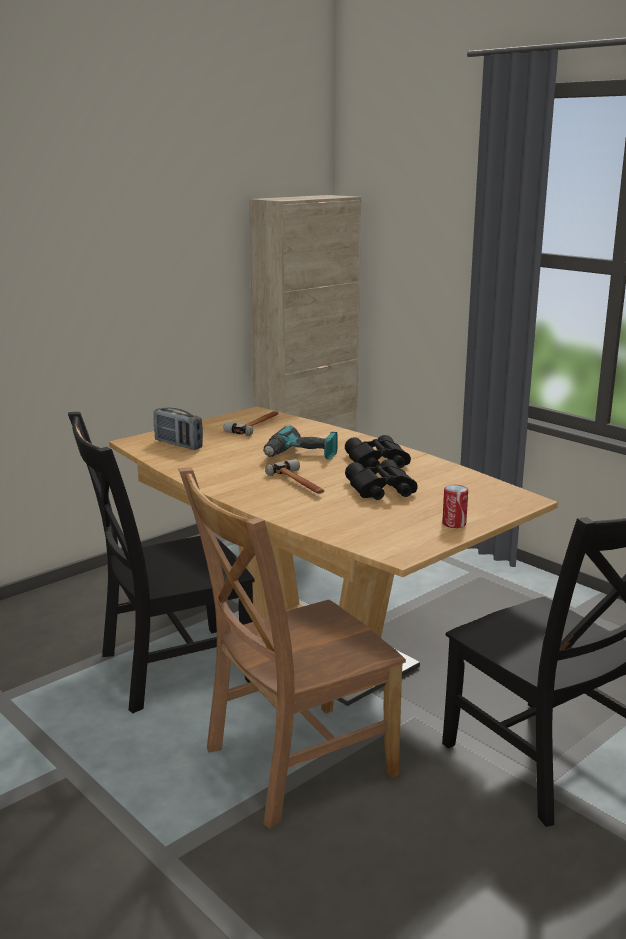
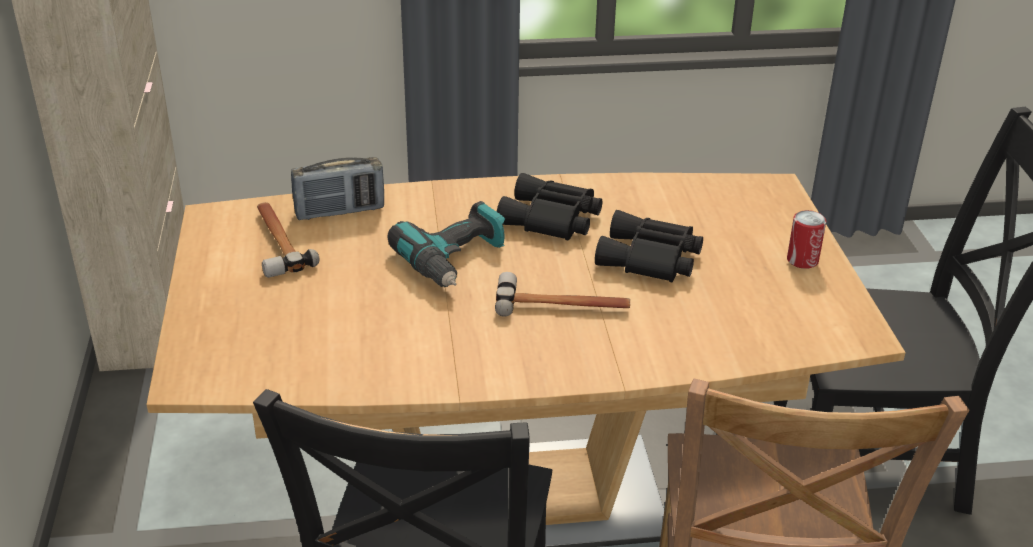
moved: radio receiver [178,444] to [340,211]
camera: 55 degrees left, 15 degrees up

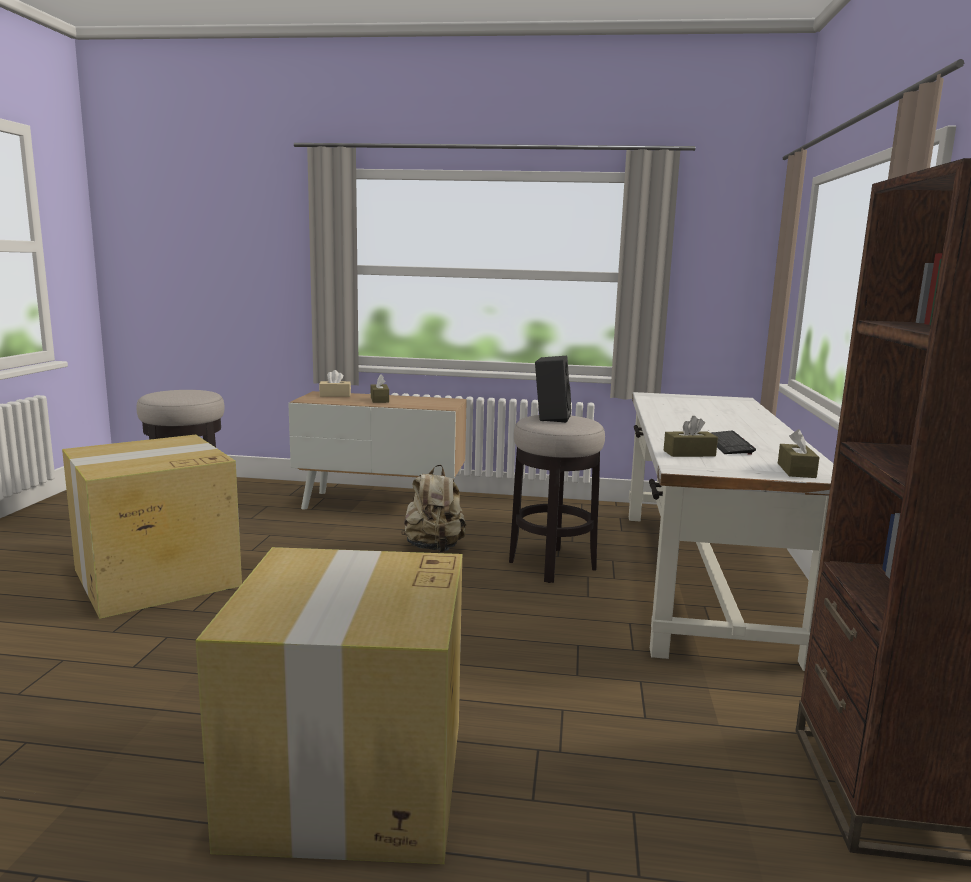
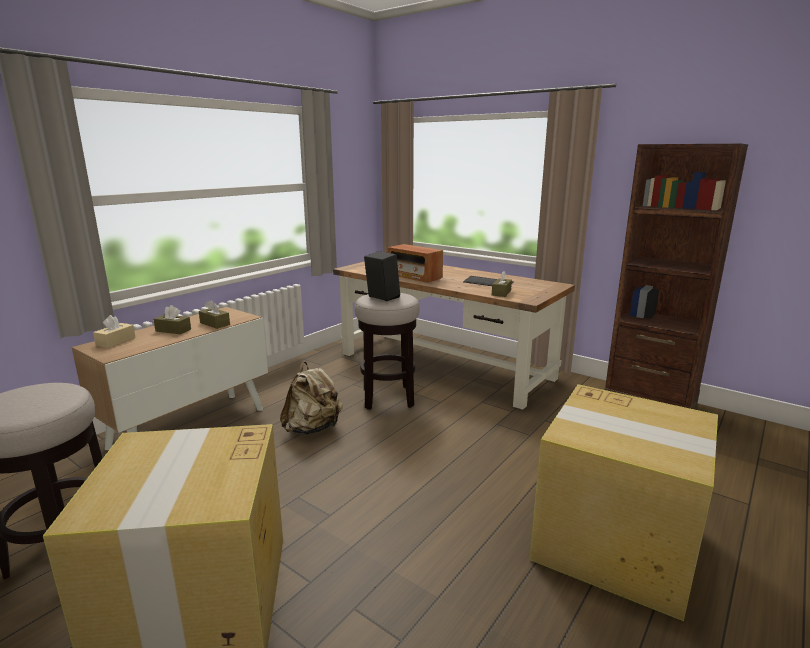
added: radio receiver [414,277]
moved: brown-coloured box of tissues [796,470] to [215,324]
recoloured: white desk table [703,577] to brown-coloured desk table [445,365]
camera: 60 degrees left, 5 degrees up

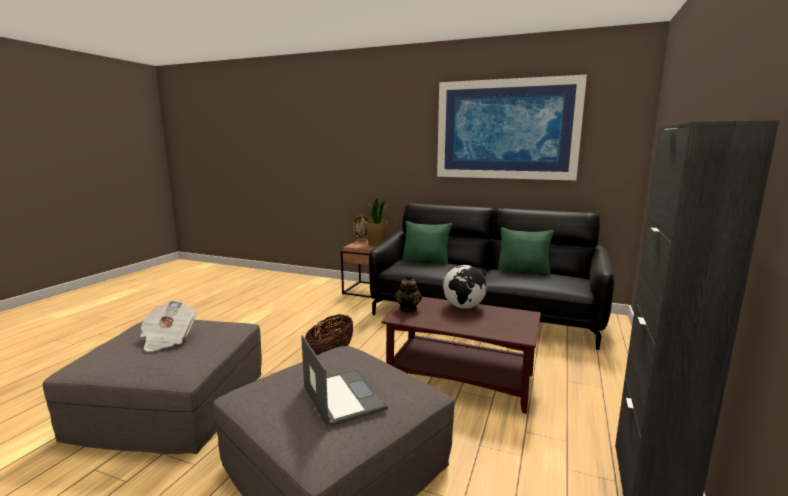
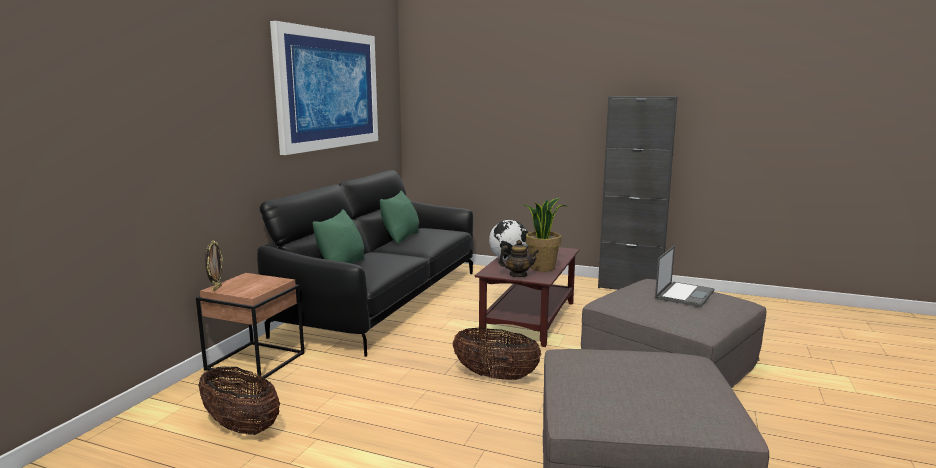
removed: daily paper [168,339]
added: basket [241,426]
moved: potted plant [377,244] to [542,267]
turned: laptop [342,396] = [684,294] 150 degrees clockwise
camera: 90 degrees left, 0 degrees up

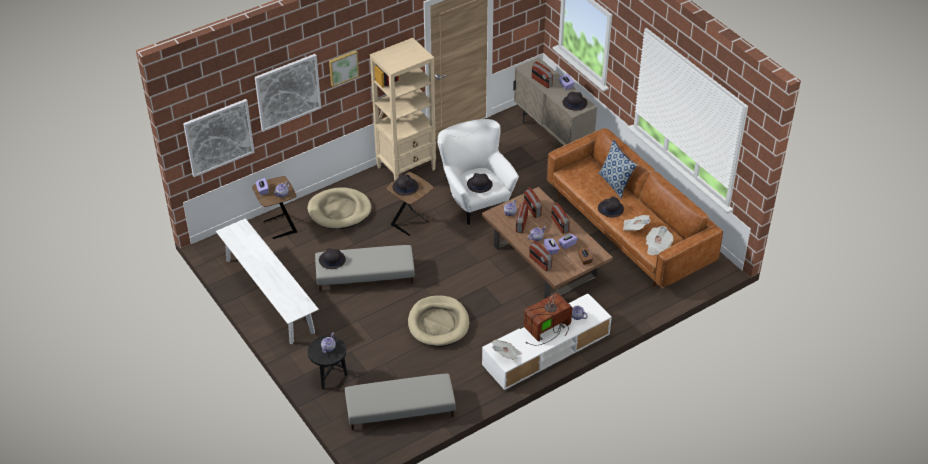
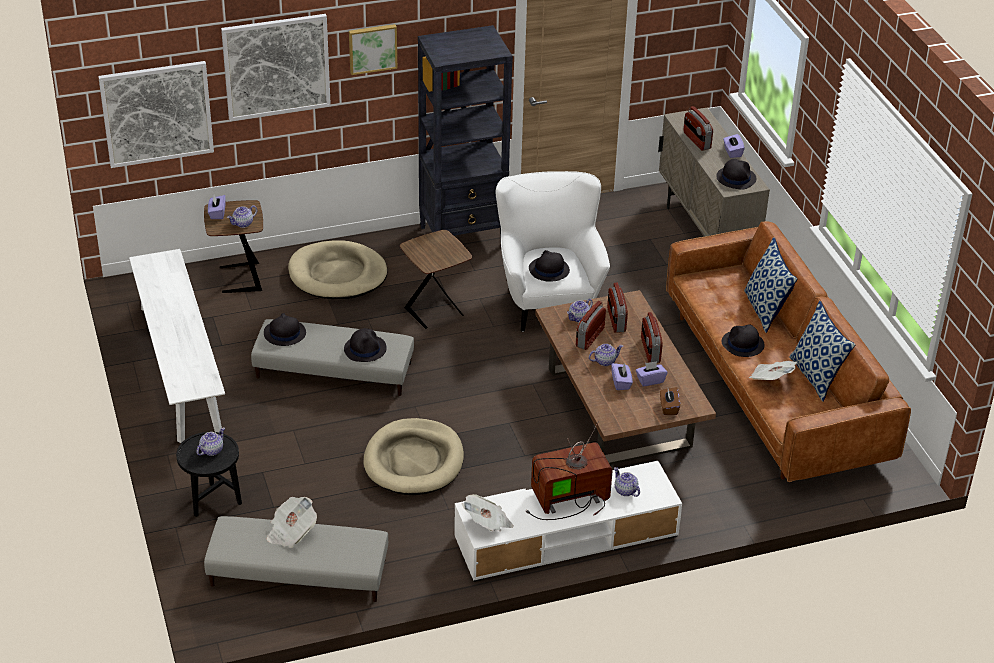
removed: radio receiver [540,262]
added: throw pillow [816,377]
moved: daily paper [657,247] to [291,532]; black wearable hat [405,187] to [365,349]
recoloured: beige-coloured bookshelf [406,168] to black bookshelf [463,236]
camera: 15 degrees right, 5 degrees down

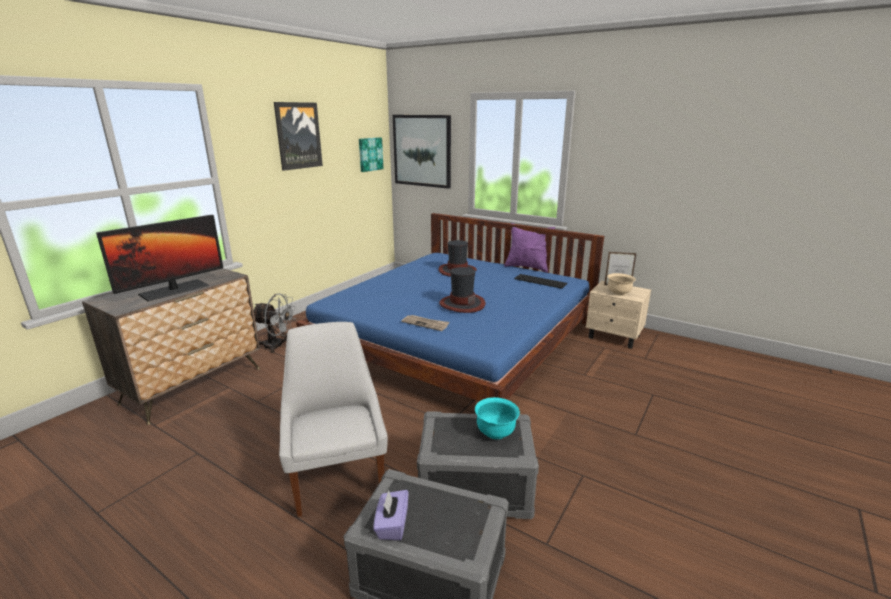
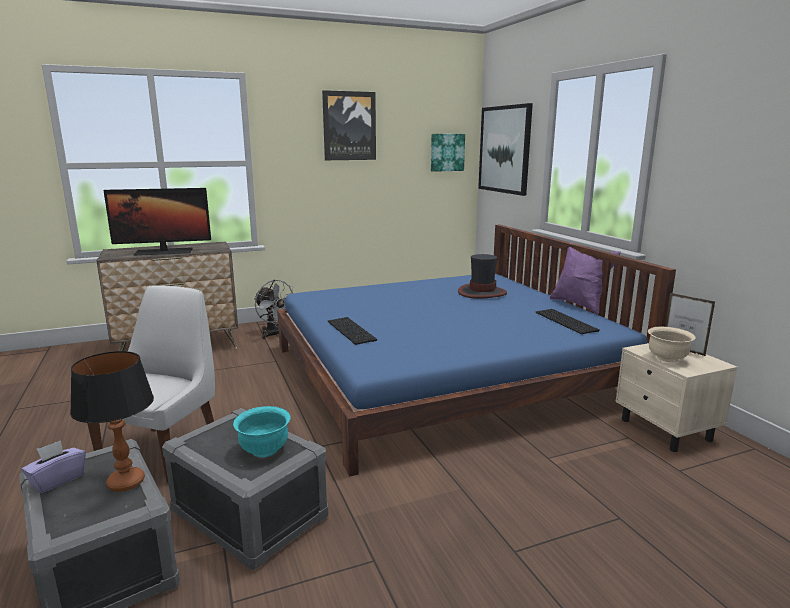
removed: wearable hat [462,304]
added: table lamp [125,482]
replaced: daily paper [425,324] to PC keyboard [352,330]
camera: 35 degrees right, 5 degrees down

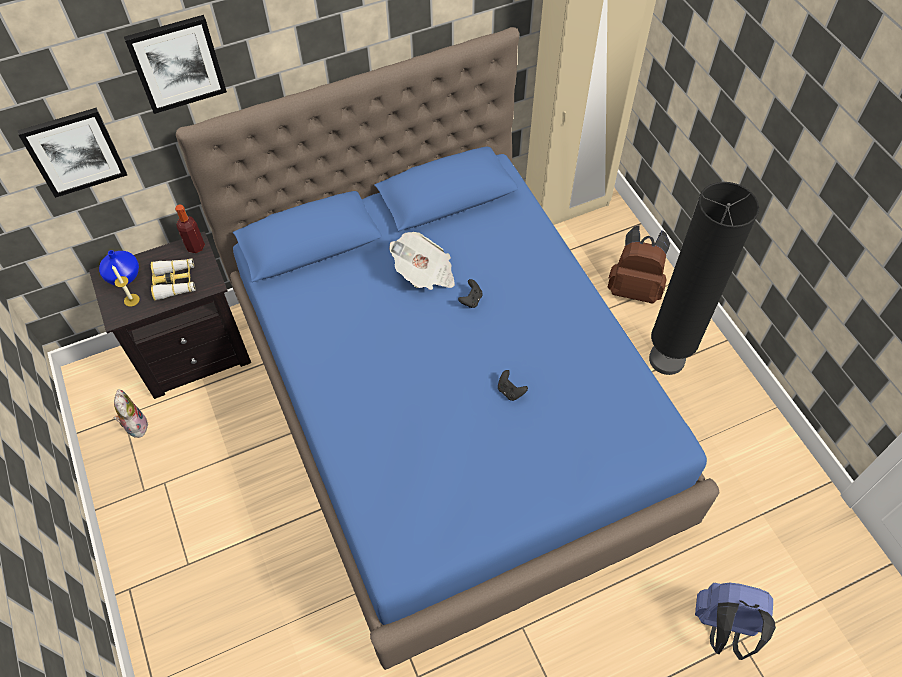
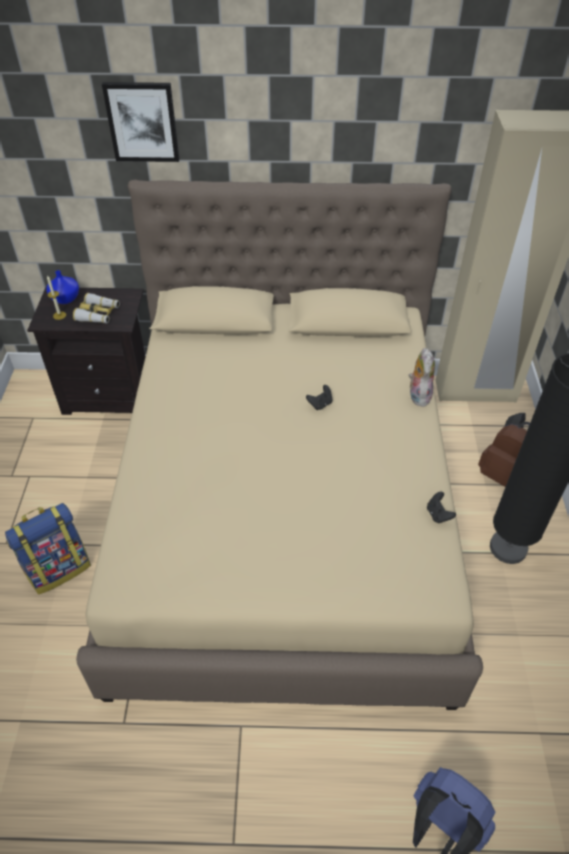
removed: picture [74,151]; bottle [195,246]; daily paper [424,273]
added: rucksack [58,568]
moved: soft toy [135,425] to [418,395]; black gamepad [510,391] to [438,514]
recoloured: bluish bedroom bed [451,408] to beige-coloured bedroom bed [285,511]
camera: 25 degrees right, 10 degrees down

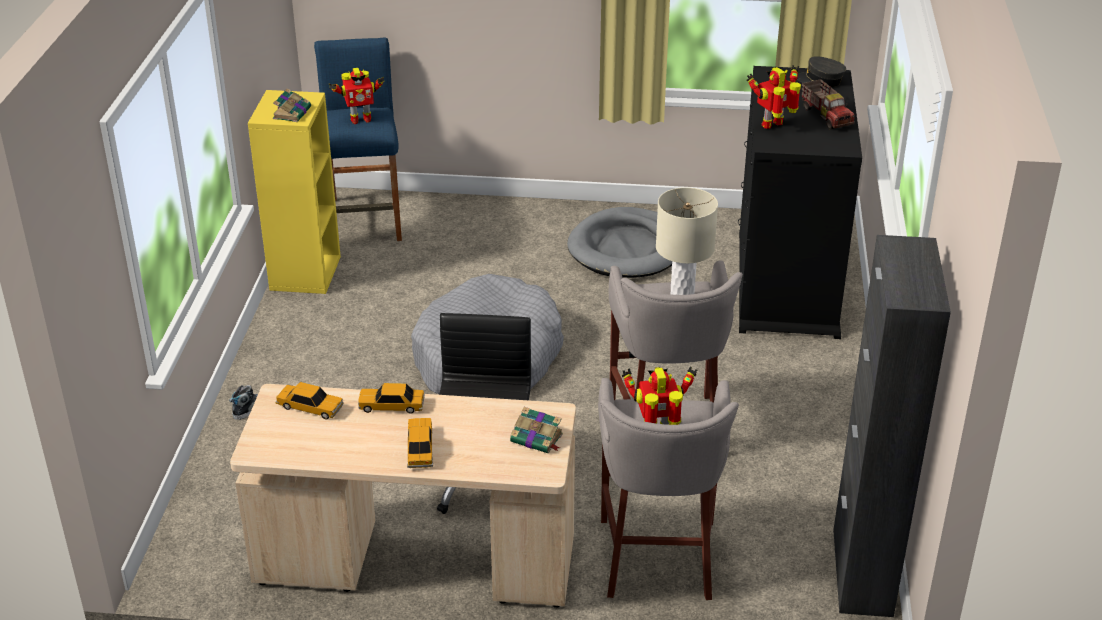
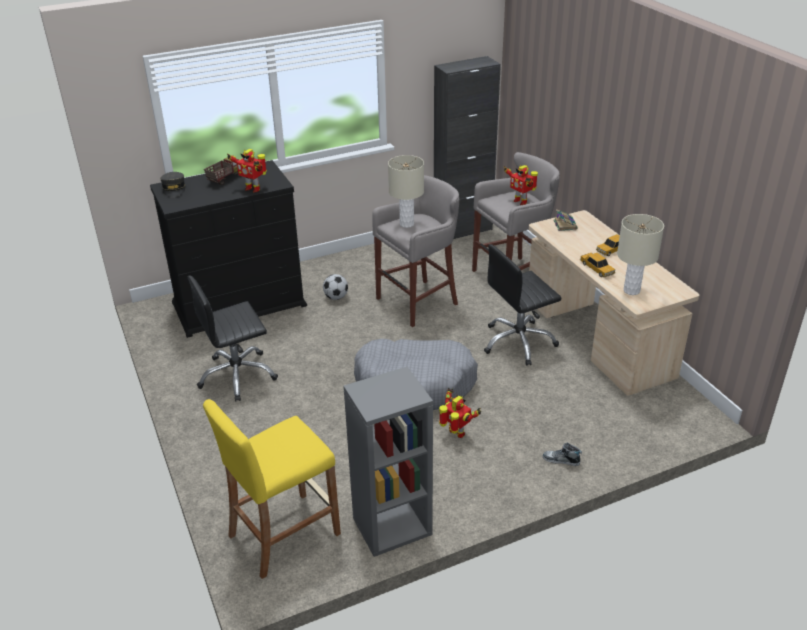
removed: volume [292,112]
added: football [336,297]
moved: robot figure [360,119] to [456,434]
replaced: grey pet bed [628,248] to black computer chair [237,376]; miniature car [310,407] to beige-coloured table lamp [631,291]
recoloured: bluish stool [366,219] to yellowish stool [284,534]; yellowish bookshelf [305,272] to grey bookshelf [391,527]
camera: 120 degrees left, 0 degrees up

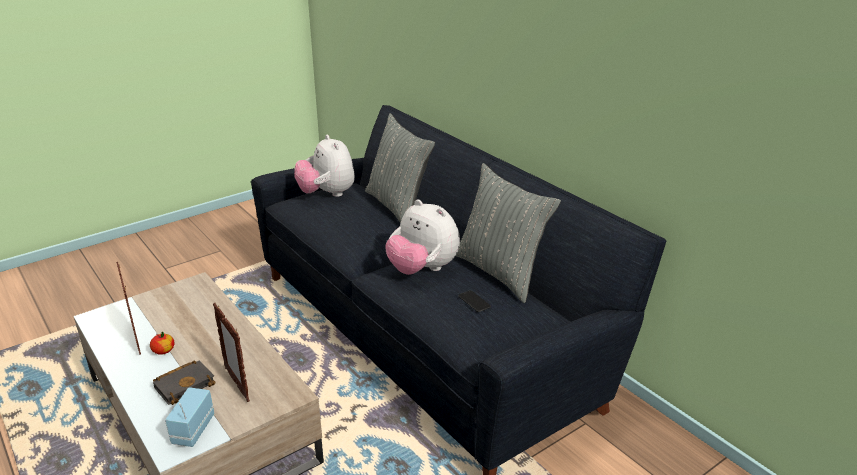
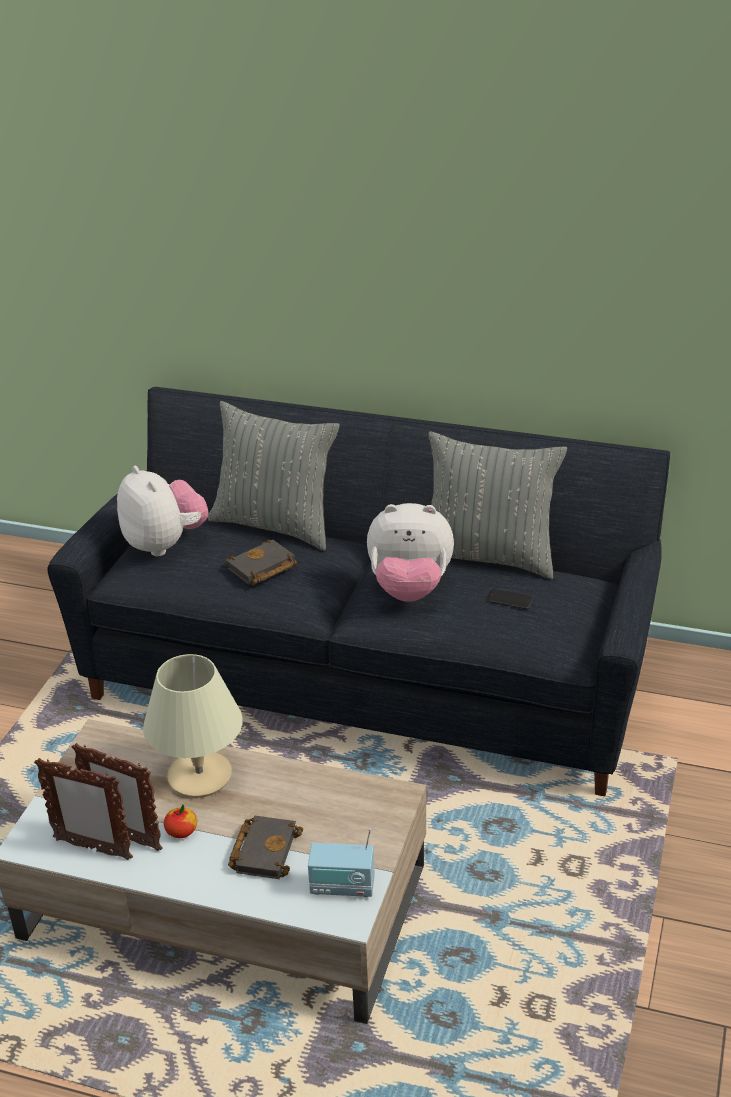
added: beige-coloured table lamp [199,777]; black volume [261,568]
moved: picture frame [237,384] to [92,849]
turned: soft toy [327,194] = [165,544] 150 degrees counterclockwise; radio receiver [193,430] = [342,887] 60 degrees counterclockwise
camera: 35 degrees left, 5 degrees up

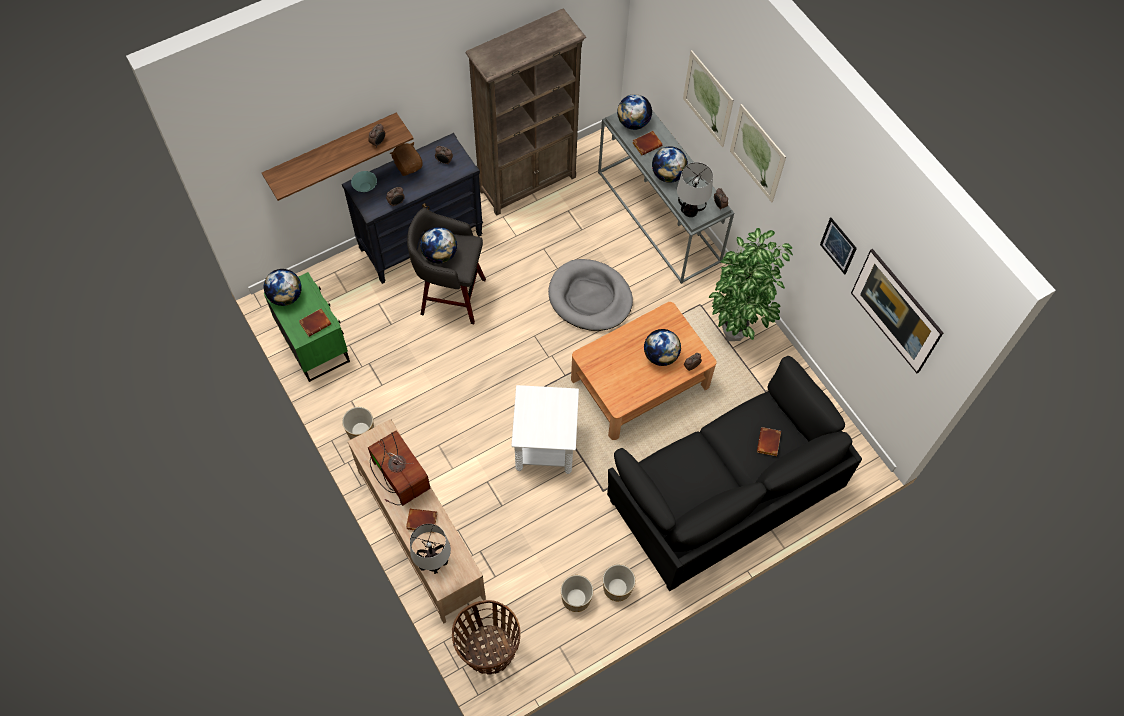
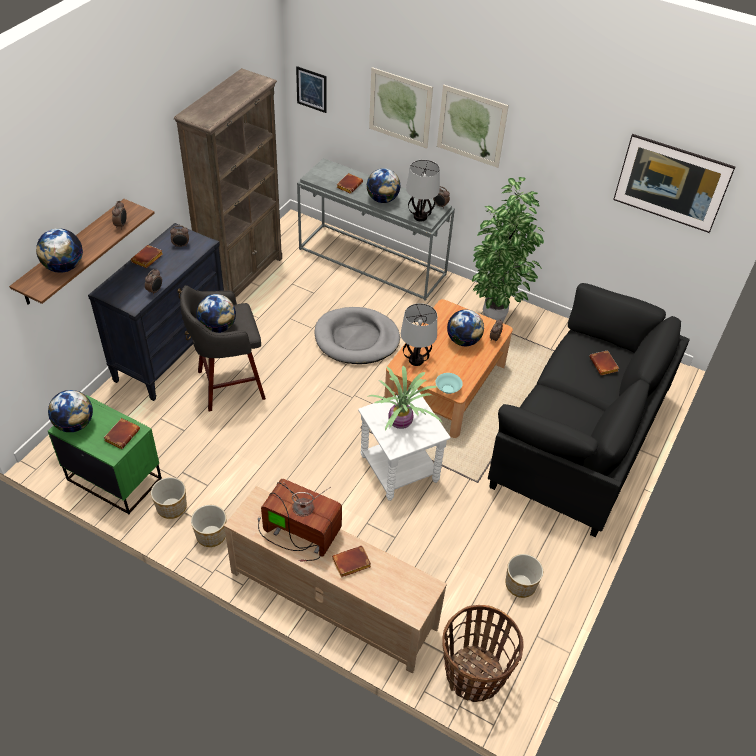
added: potted plant [401,423]
moved: world globe [633,123] to [64,267]; plant pot [617,587] to [171,507]; picture [838,246] to [311,89]; table lamp [433,563] to [416,360]; turquoise serving bowl [365,186] to [447,389]
replaced: brown-coloured soft toy [408,165] to brown-coloured volume [147,259]
camera: 30 degrees left, 15 degrees down

